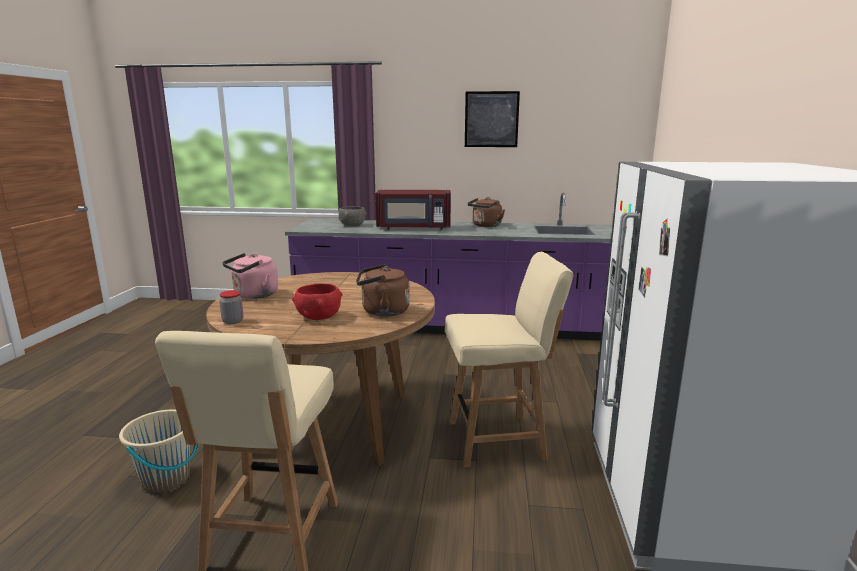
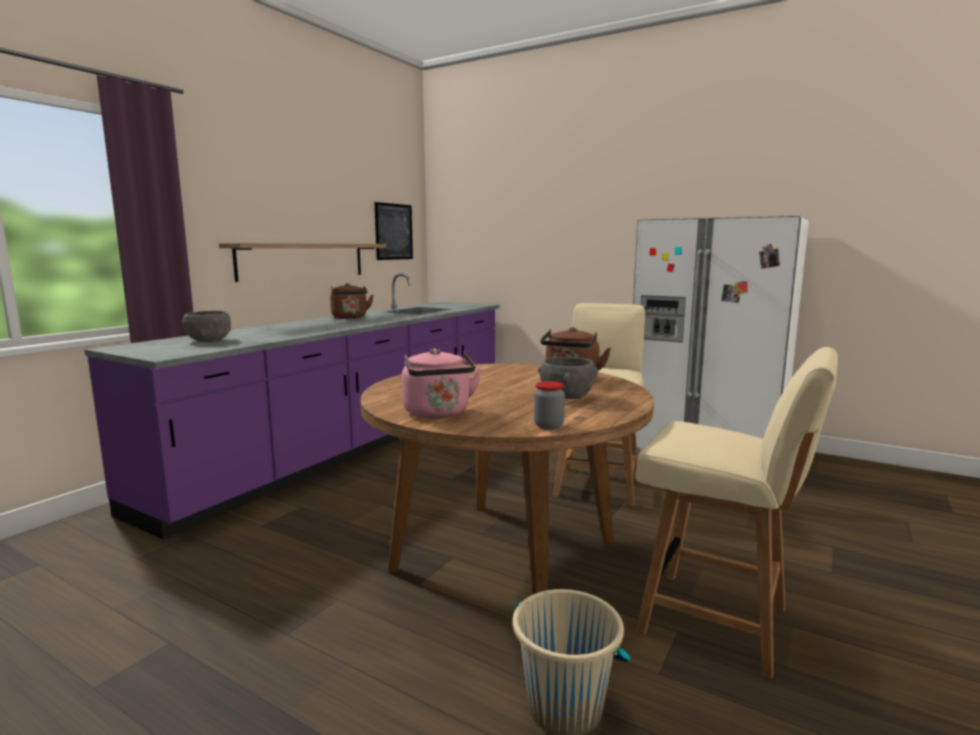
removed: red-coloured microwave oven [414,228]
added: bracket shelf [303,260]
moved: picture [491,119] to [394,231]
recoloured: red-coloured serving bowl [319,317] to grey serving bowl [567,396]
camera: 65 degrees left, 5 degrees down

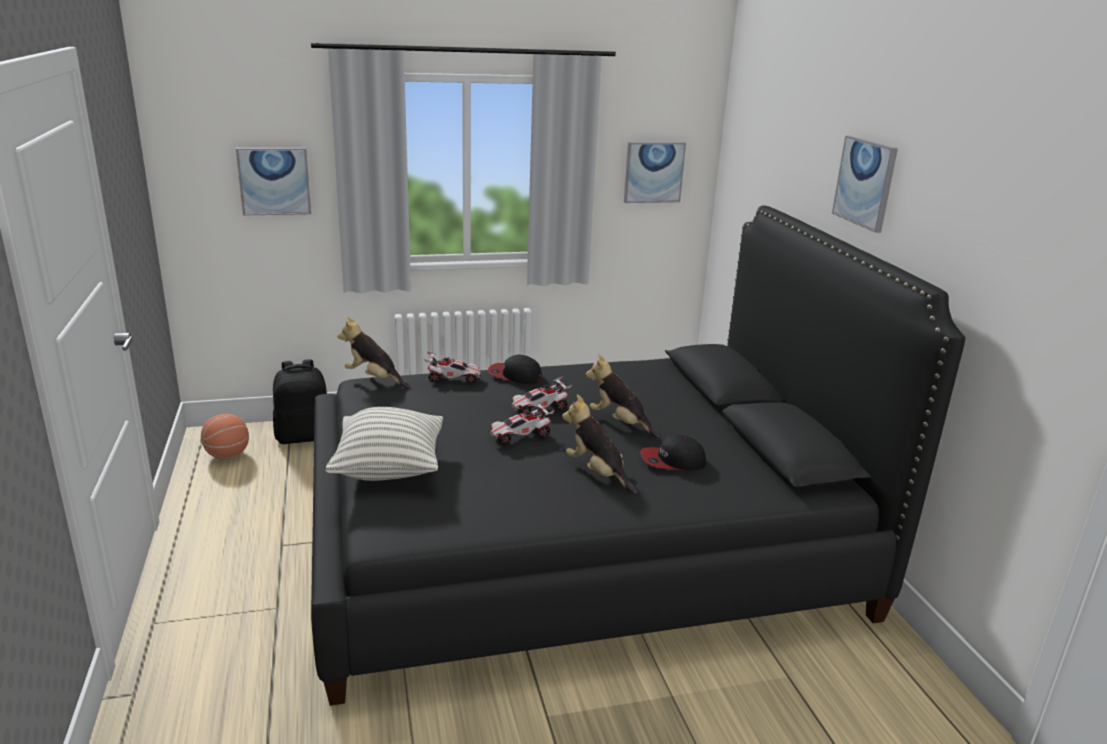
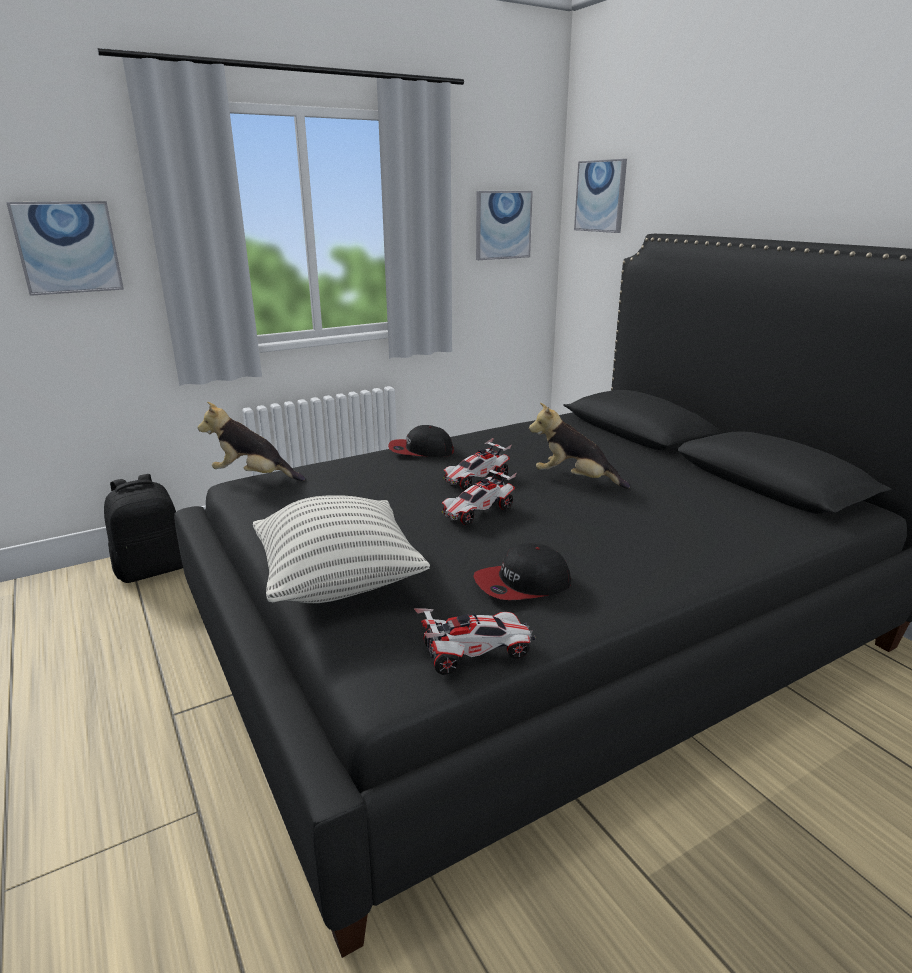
removed: basketball [227,455]; soft toy [597,473]
moved: miniature car [453,378] to [475,653]; peaked cap [672,461] to [522,584]; picture [865,182] to [600,196]
camera: 15 degrees left, 0 degrees up

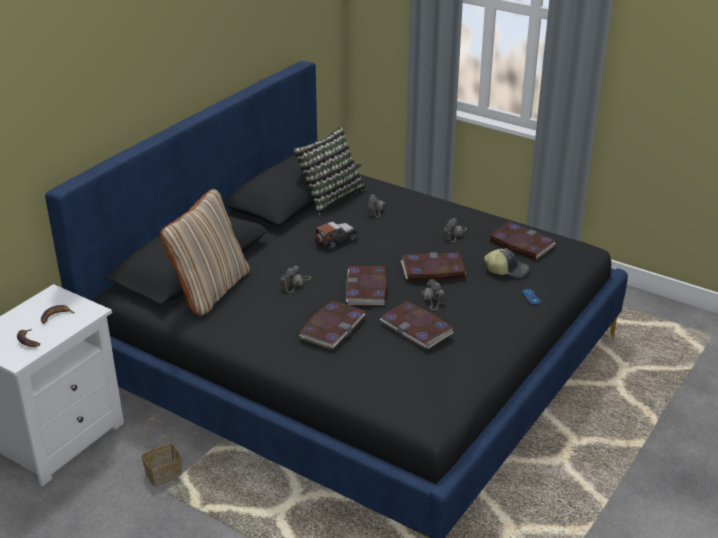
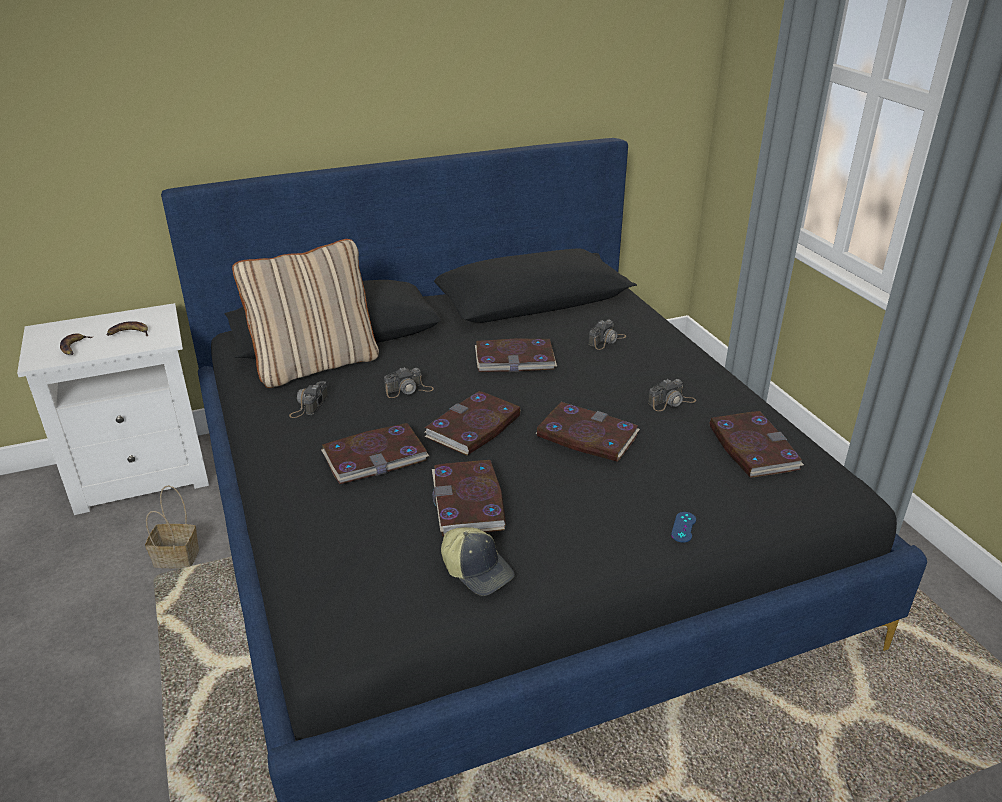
removed: throw pillow [330,197]
moved: photo camera [432,299] to [309,405]; peaked cap [506,269] to [477,570]
replaced: miniature car [335,240] to volume [515,359]
camera: 35 degrees right, 0 degrees up

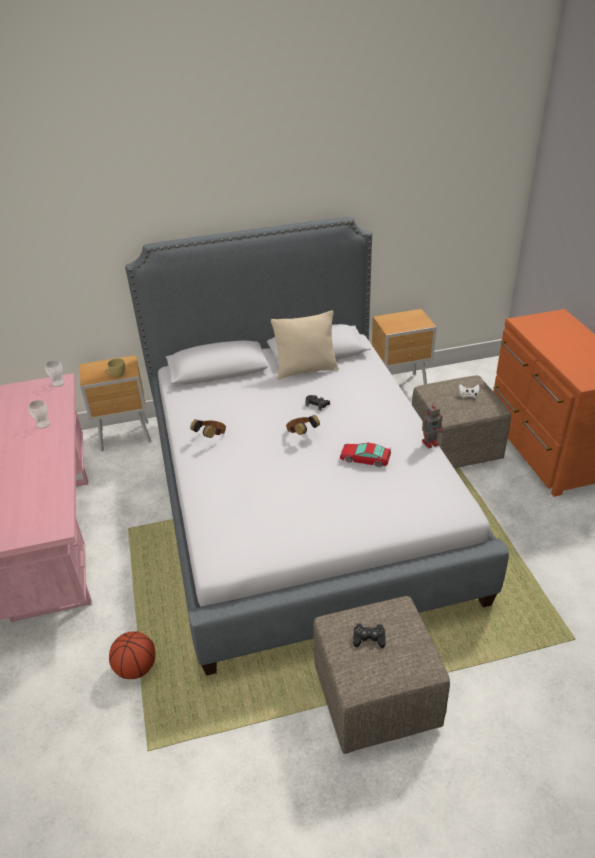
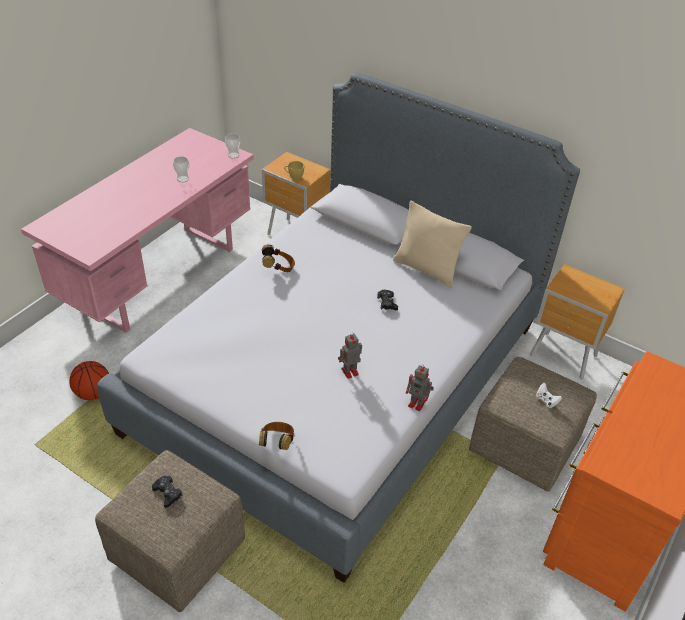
moved: pair of headphones [301,434] to [277,443]
replaced: miniature car [365,458] to robot figure [349,372]
camera: 45 degrees right, 5 degrees up

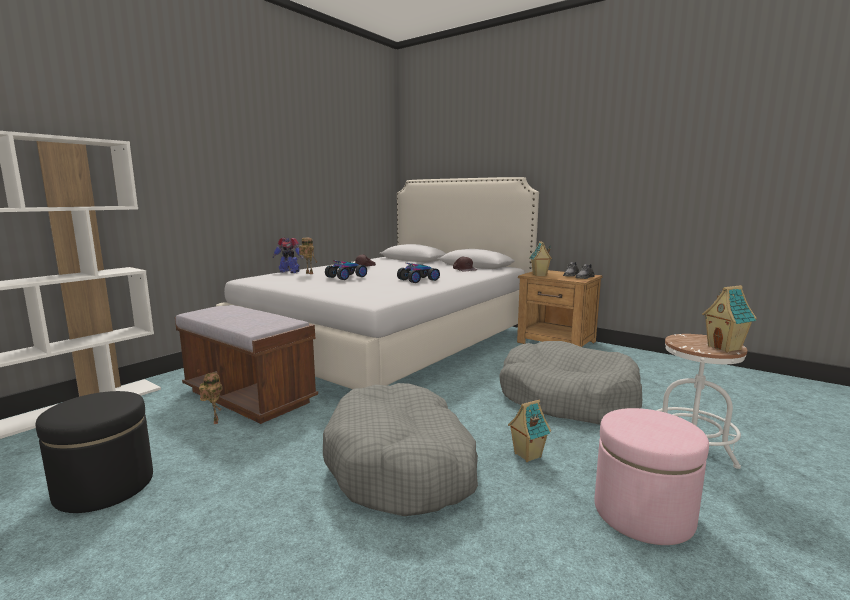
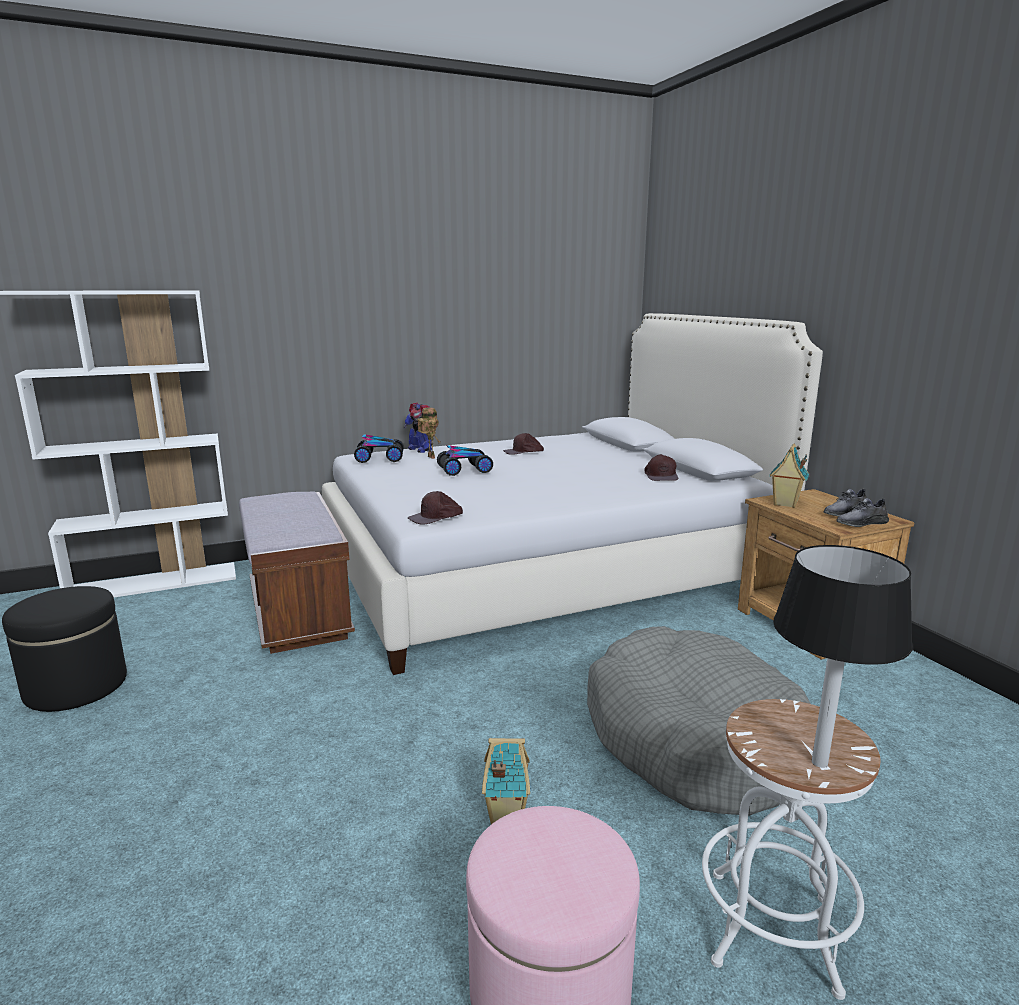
removed: robot figure [214,421]; grey pet bed [402,466]
added: brown-coloured peaked cap [436,517]
moved: miniature car [418,280] to [379,458]
replaced: miniature house [725,348] to black table lamp [820,763]
camera: 30 degrees right, 5 degrees up

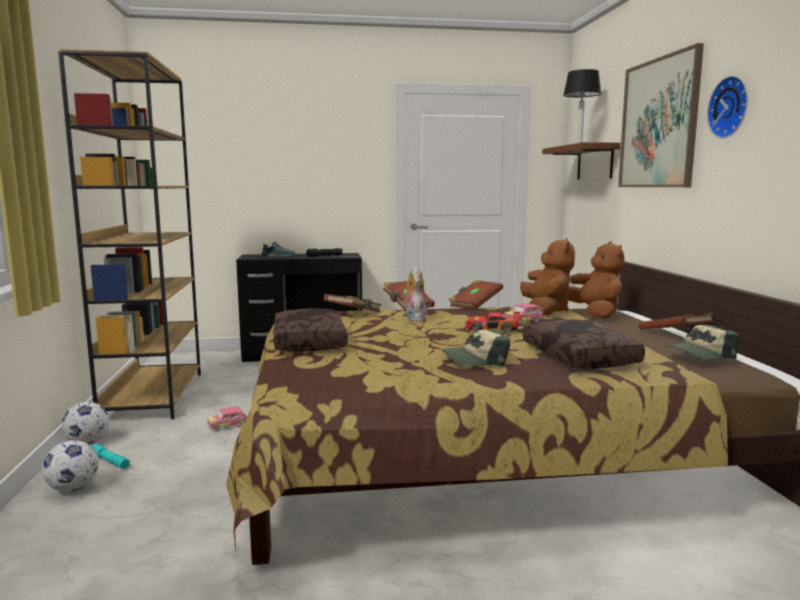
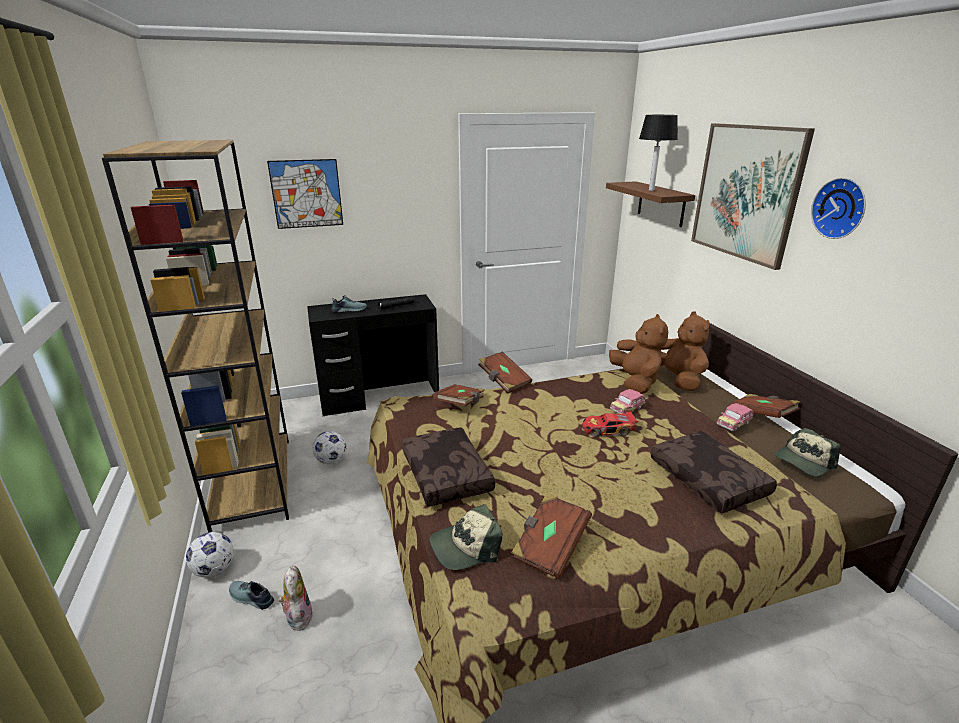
added: picture [306,194]
moved: soft toy [414,318] to [298,616]; football [73,488] to [331,460]; peaked cap [475,360] to [466,547]; brown-coloured volume [475,305] to [549,546]; miniature car [227,426] to [734,424]
replaced: turquoise torch [110,461] to low shoe [250,598]
camera: 10 degrees left, 15 degrees up

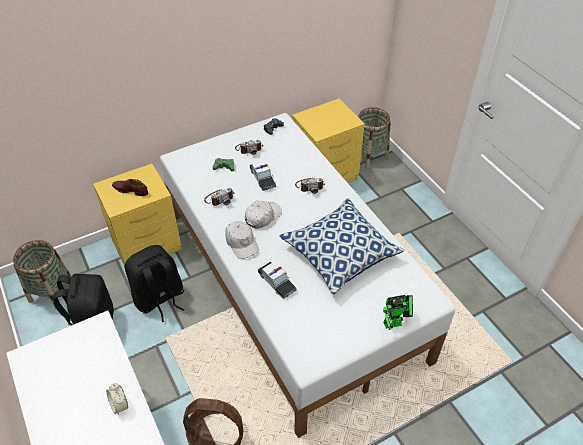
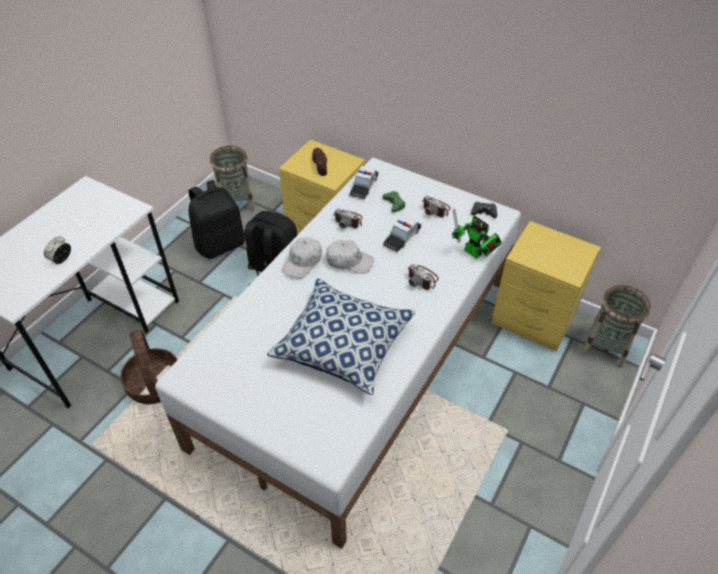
moved: miniature car [277,282] to [364,187]; robot figure [395,323] to [475,254]
camera: 60 degrees right, 0 degrees up

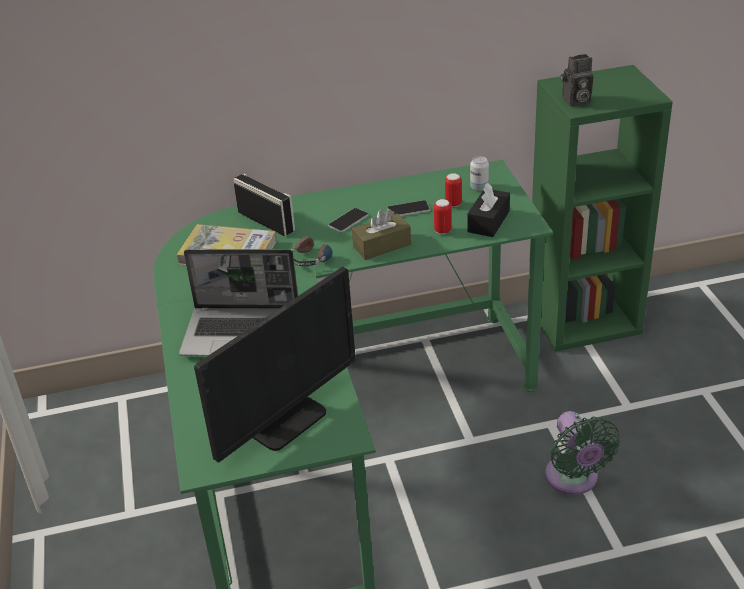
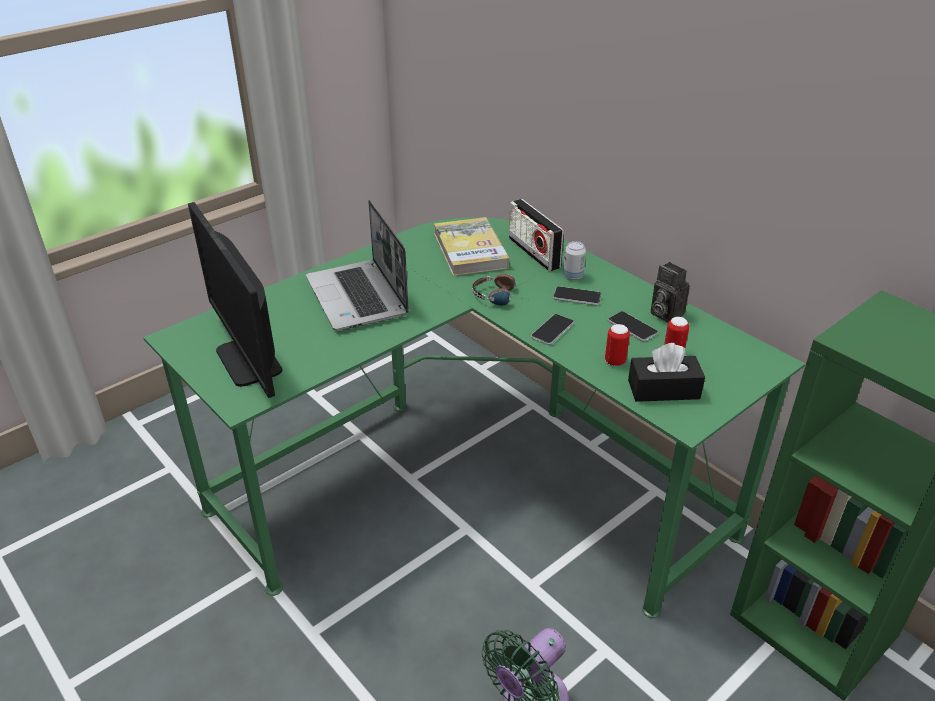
moved: metal can [479,187] to [573,276]; photo camera [575,101] to [664,313]
replaced: brown-coloured box of tissues [382,245] to telephone [552,330]
turned: computer display [286,421] = [249,360] 45 degrees clockwise; radio receiver [266,221] = [534,253] 135 degrees clockwise
camera: 60 degrees right, 0 degrees up

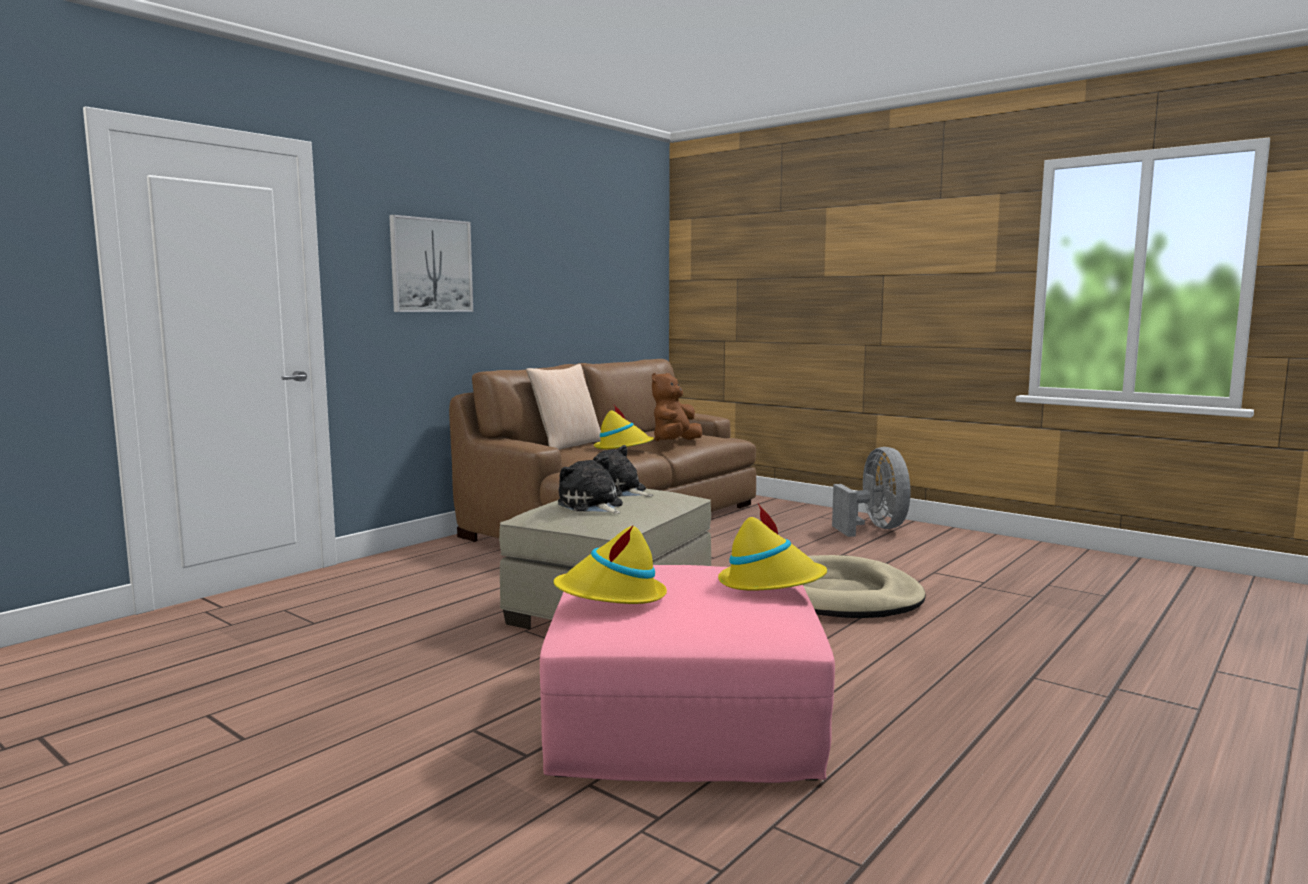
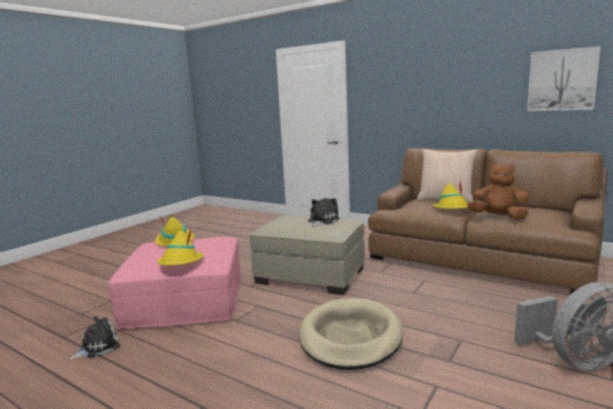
moved: soft toy [591,506] to [97,347]; picture [431,265] to [562,80]
camera: 85 degrees right, 5 degrees up

